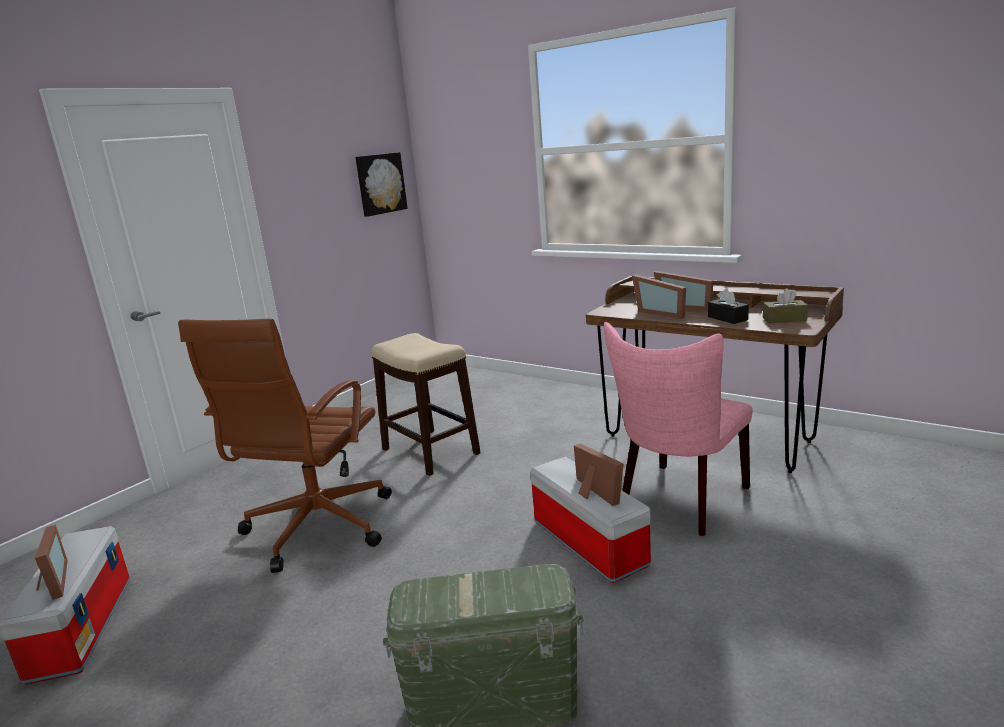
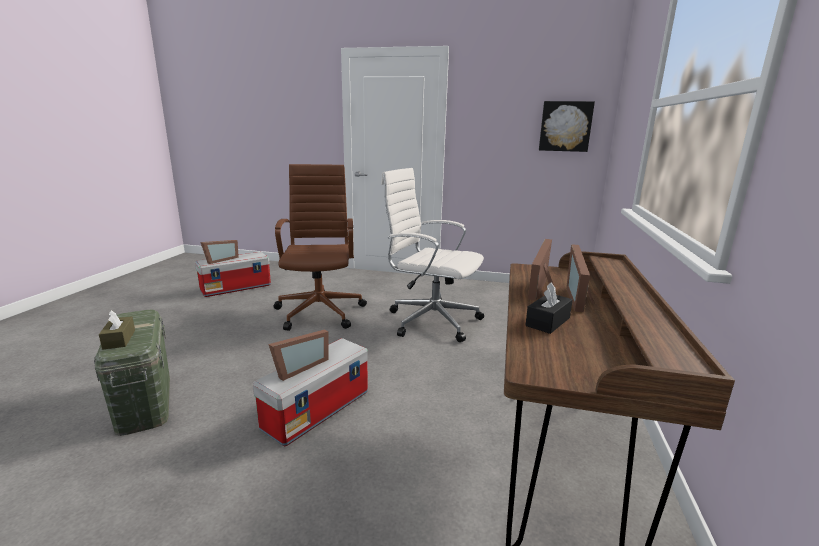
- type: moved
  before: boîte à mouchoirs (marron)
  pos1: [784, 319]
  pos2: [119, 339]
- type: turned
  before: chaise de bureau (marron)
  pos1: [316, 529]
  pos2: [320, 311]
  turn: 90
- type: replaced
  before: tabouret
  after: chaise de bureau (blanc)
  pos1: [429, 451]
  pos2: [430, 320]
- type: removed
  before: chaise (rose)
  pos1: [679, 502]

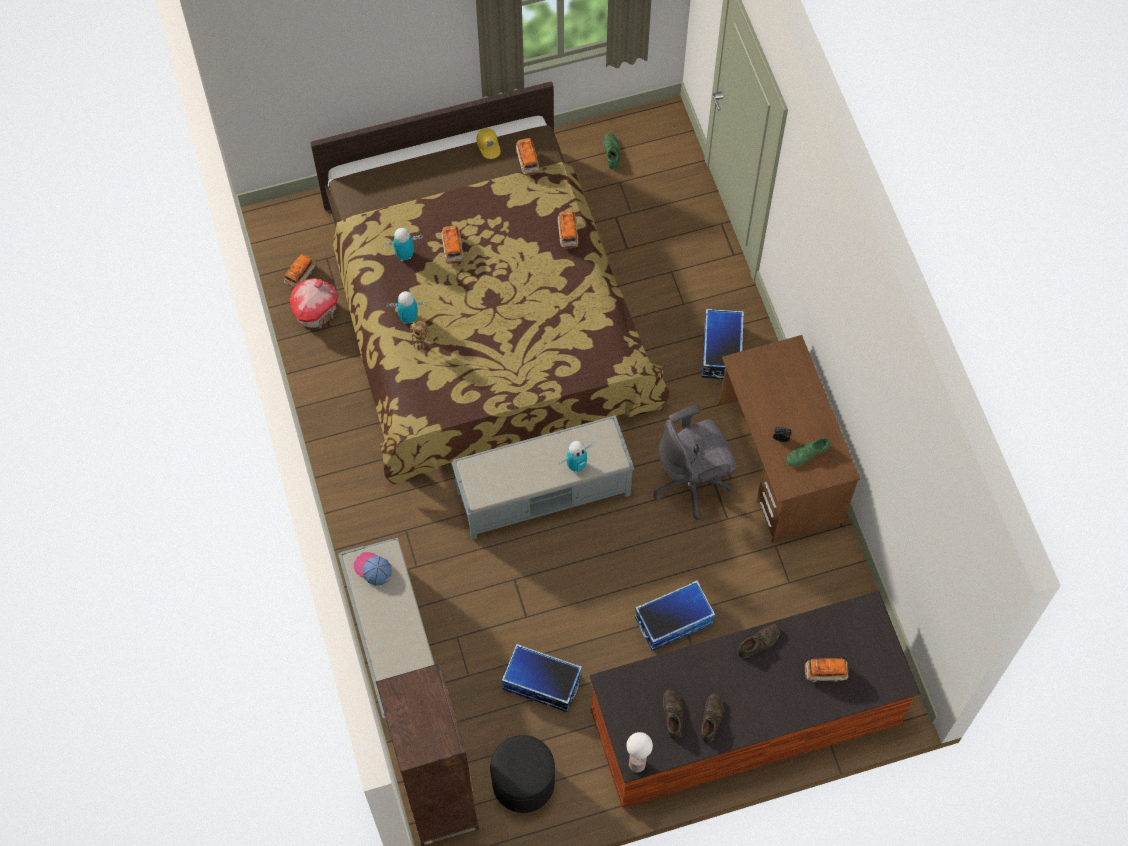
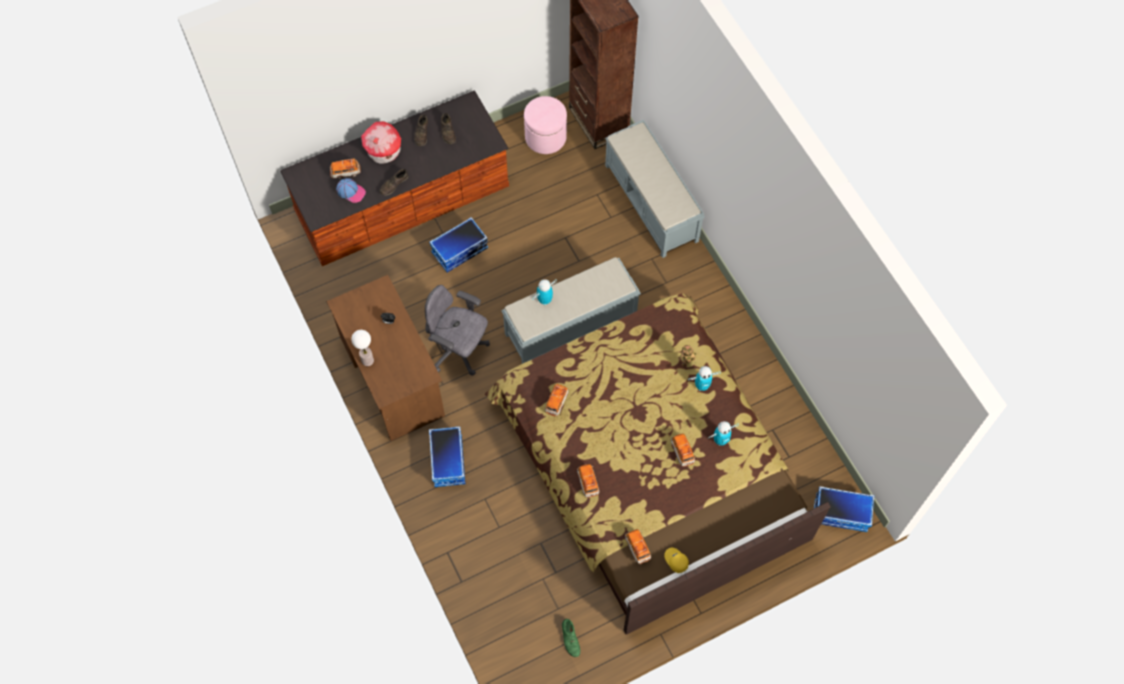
- type: moved
  before: casquette
  pos1: [372, 569]
  pos2: [351, 192]
- type: moved
  before: lampe de table
  pos1: [637, 764]
  pos2: [367, 360]
- type: moved
  before: maison miniature
  pos1: [316, 312]
  pos2: [384, 151]
- type: turned
  before: chaise de bureau (gris)
  pos1: [692, 482]
  pos2: [459, 350]
  turn: -120
- type: recoloured
  before: pouf (noir)
  after: pouf (rose)
  pos1: [523, 782]
  pos2: [545, 137]
- type: moved
  before: petite voiture
  pos1: [300, 276]
  pos2: [556, 402]
- type: moved
  before: boîte de rangement
  pos1: [541, 684]
  pos2: [841, 512]
- type: removed
  before: chaussure (vert)
  pos1: [807, 454]

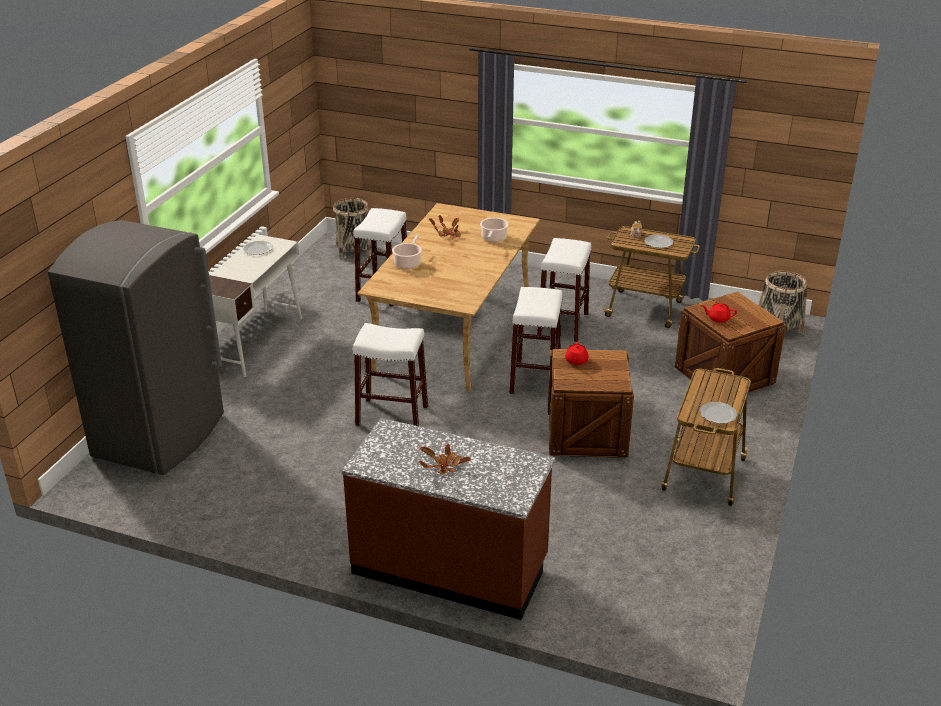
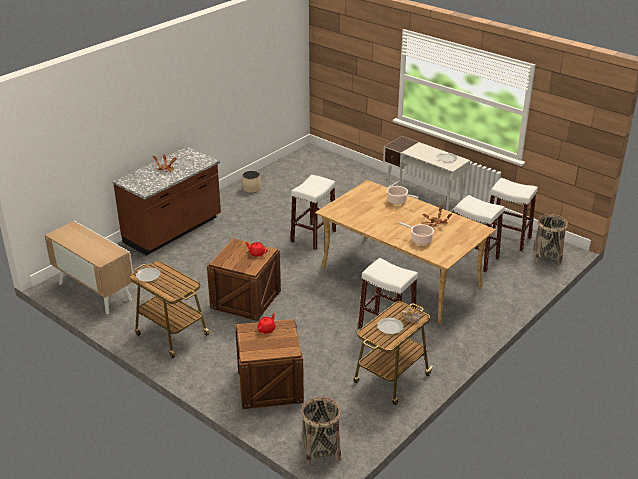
- type: added
  after: meuble de rangement
  pos2: [94, 291]
- type: added
  after: cache-pot (beige)
  pos2: [251, 189]
- type: moved
  before: tabouret (blanc)
  pos1: [535, 379]
  pos2: [507, 239]
- type: removed
  before: réfrigérateur (gris)
  pos1: [161, 436]

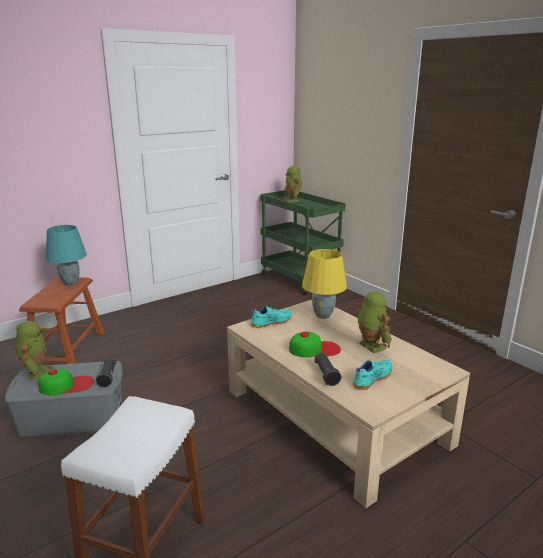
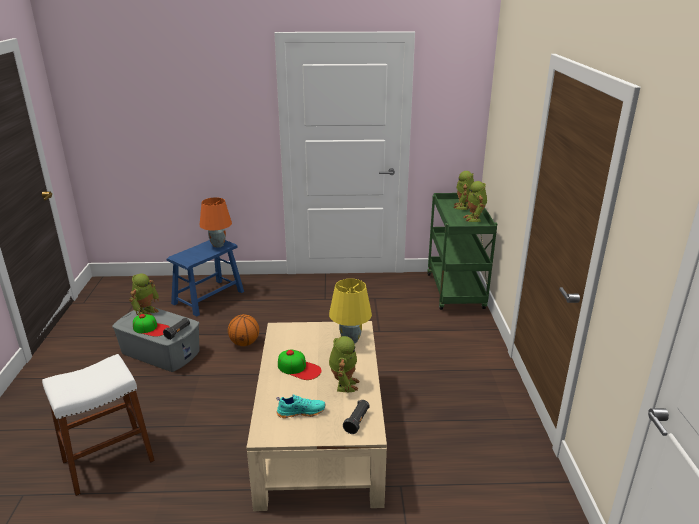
- type: recoloured
  before: tabouret (marron)
  after: tabouret (bleu)
  pos1: [67, 350]
  pos2: [208, 297]
- type: recoloured
  before: lampe de table (turquoise)
  after: lampe de table (orange)
  pos1: [70, 283]
  pos2: [217, 245]
- type: added
  after: ballon de basket
  pos2: [244, 343]
- type: moved
  before: lampe de poche (noir)
  pos1: [326, 375]
  pos2: [357, 421]
- type: added
  after: robot jouet
  pos2: [474, 218]
- type: removed
  before: chaussure (turquoise)
  pos1: [270, 322]

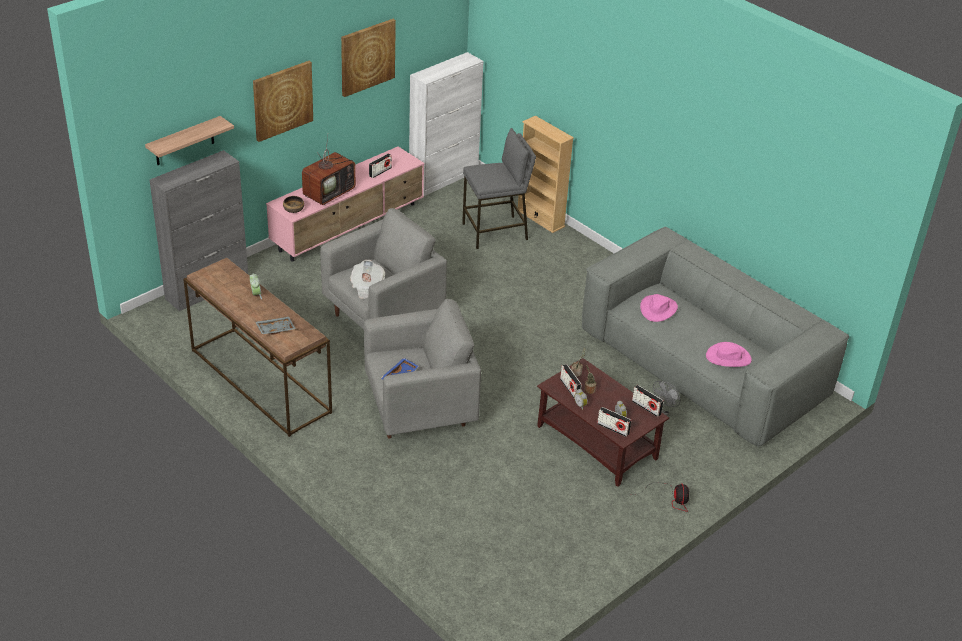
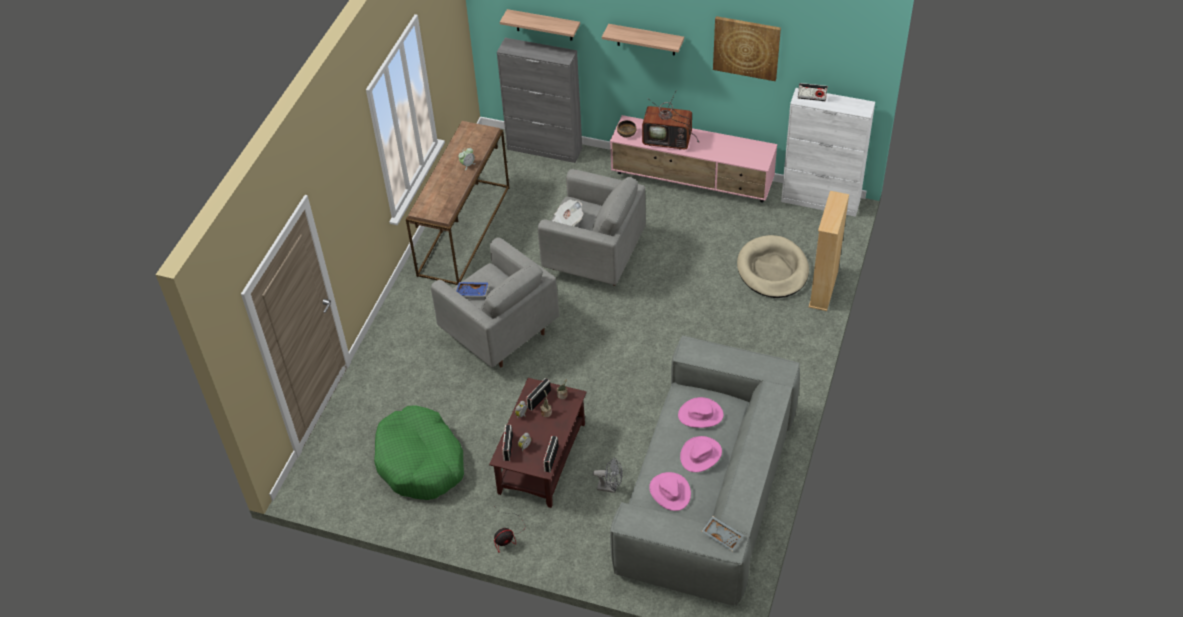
- type: added
  after: panier pour chien (vert)
  pos2: [420, 462]
- type: replaced
  before: tableau
  after: étagère
  pos1: [282, 100]
  pos2: [646, 40]
- type: added
  after: chapeau (rose)
  pos2: [700, 455]
- type: moved
  before: plateau (gris)
  pos1: [275, 329]
  pos2: [722, 535]
- type: replaced
  before: tabouret (gris)
  after: panier pour chien (beige)
  pos1: [495, 232]
  pos2: [772, 270]
- type: moved
  before: radio
  pos1: [380, 172]
  pos2: [811, 98]

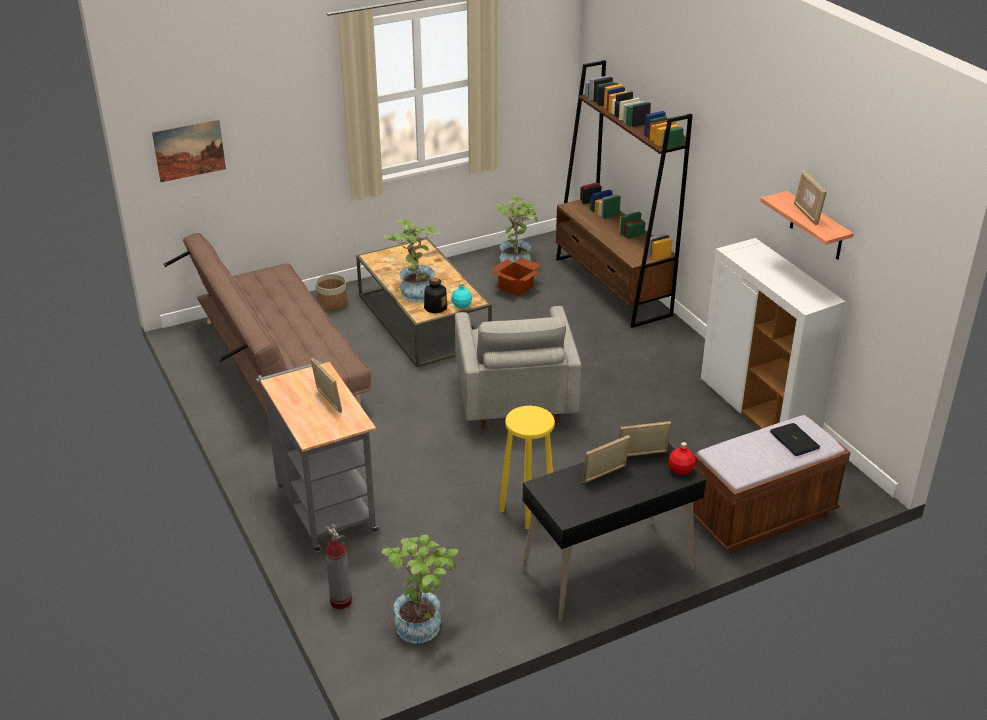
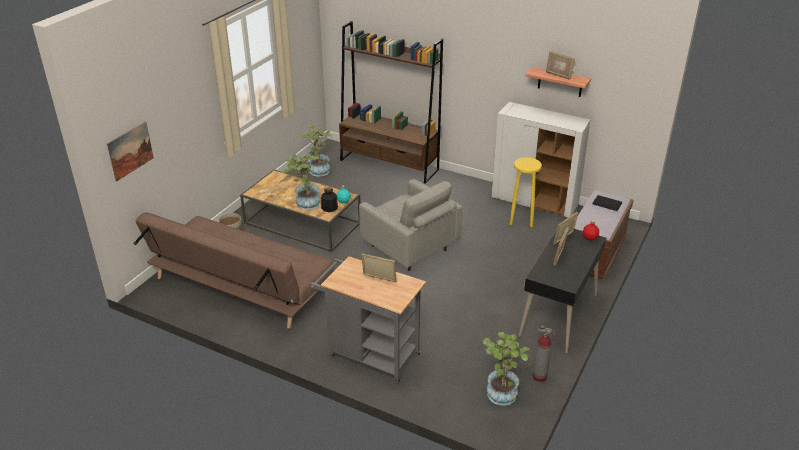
- type: moved
  before: tabouret (jaune)
  pos1: [527, 510]
  pos2: [521, 219]
- type: moved
  before: extincteur
  pos1: [340, 601]
  pos2: [539, 377]
- type: removed
  before: carton
  pos1: [516, 287]

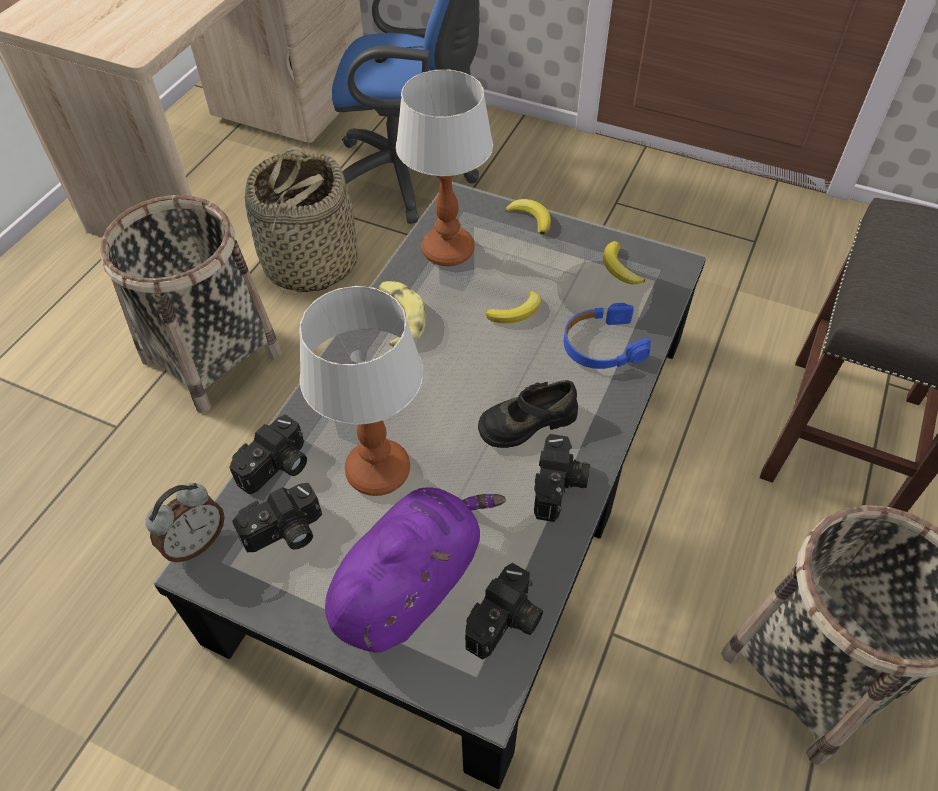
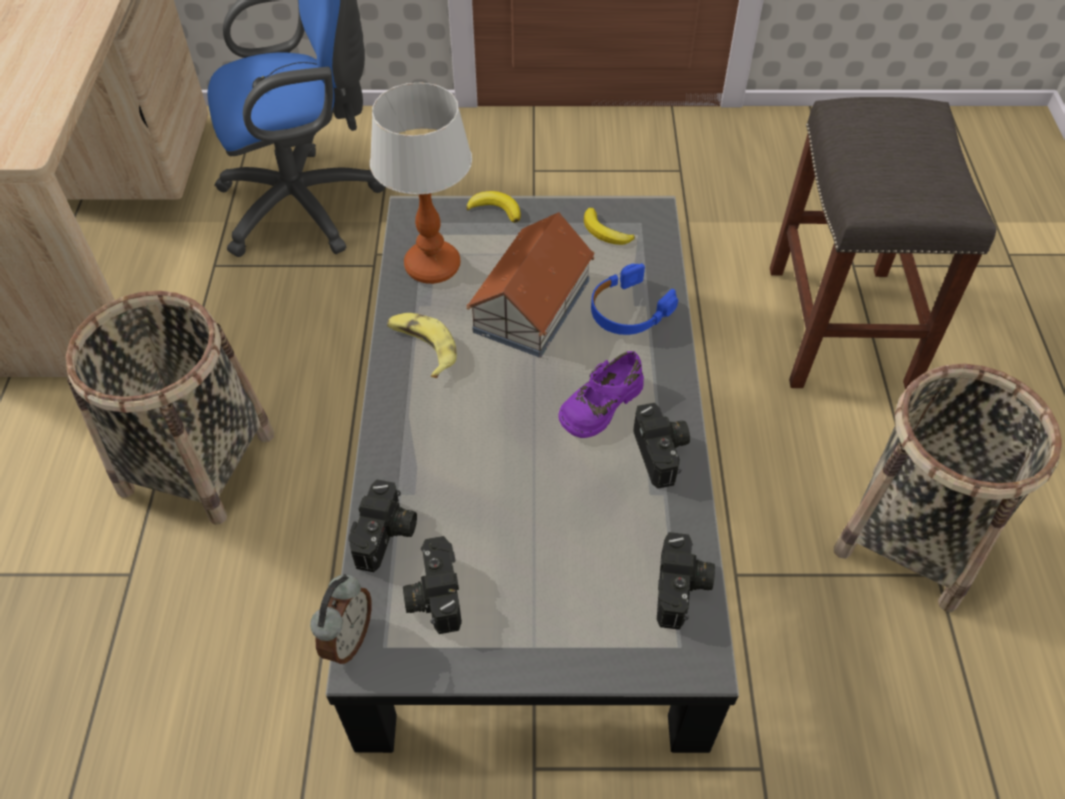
- type: turned
  before: appareil photo
  pos1: [285, 533]
  pos2: [432, 594]
  turn: 135
- type: replaced
  before: banane
  after: maison miniature
  pos1: [516, 312]
  pos2: [533, 305]
- type: recoloured
  before: chaussure (noir)
  after: chaussure (violet)
  pos1: [527, 421]
  pos2: [600, 404]
- type: removed
  before: panier
  pos1: [309, 264]
- type: removed
  before: lampe de table
  pos1: [377, 471]
- type: removed
  before: peluche (violet)
  pos1: [411, 583]

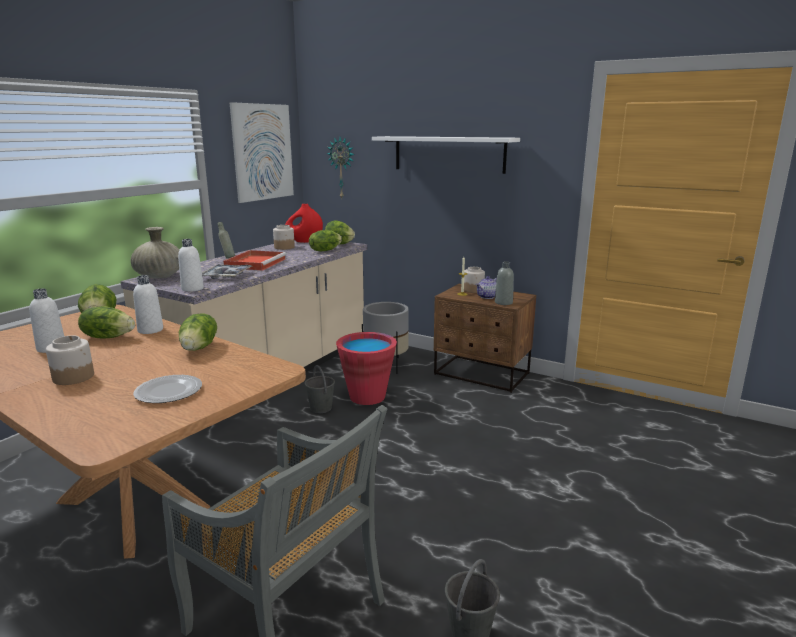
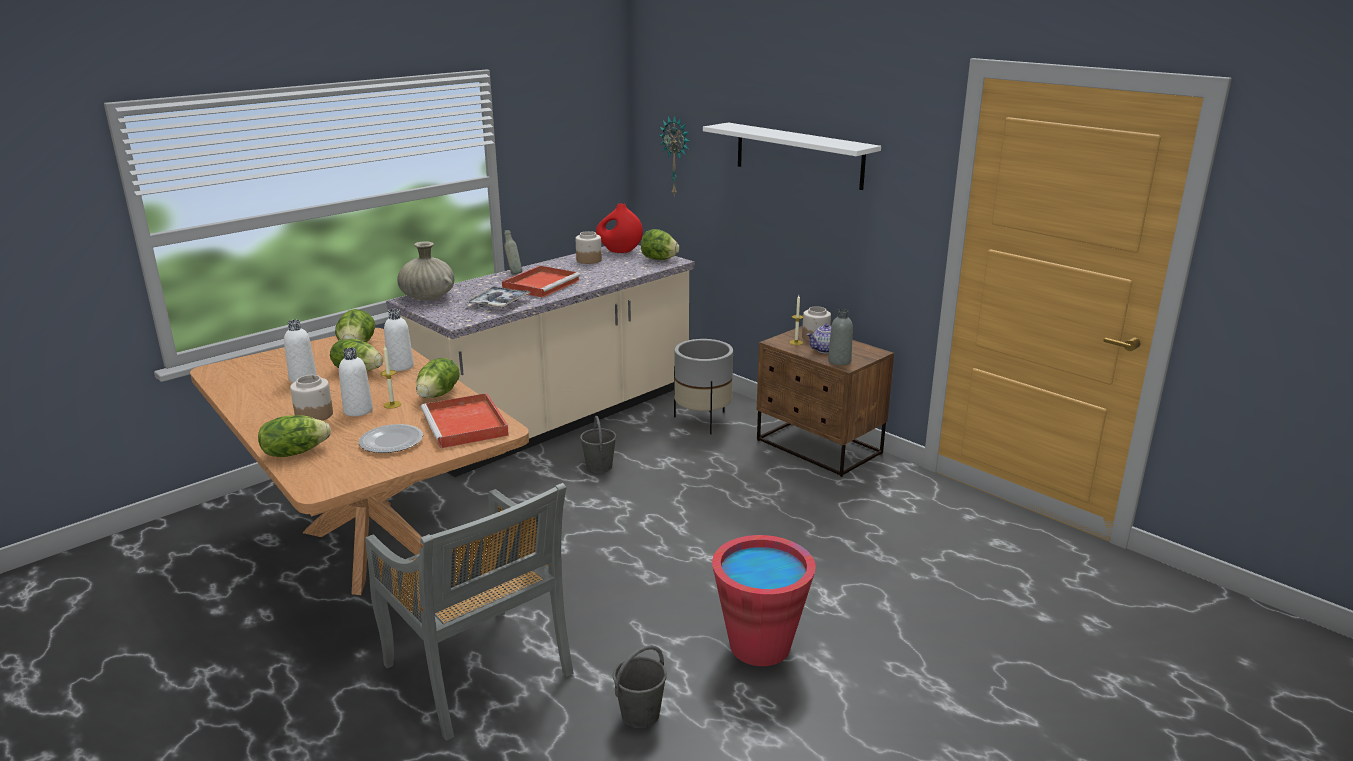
- type: moved
  before: laitue
  pos1: [325, 250]
  pos2: [295, 452]
- type: moved
  before: bouteille (blanc)
  pos1: [192, 289]
  pos2: [358, 411]
- type: added
  after: bougie
  pos2: [392, 404]
- type: added
  after: plateau (rouge)
  pos2: [466, 425]
- type: moved
  before: seau (rouge)
  pos1: [367, 396]
  pos2: [760, 646]
- type: removed
  before: tableau
  pos1: [263, 152]

